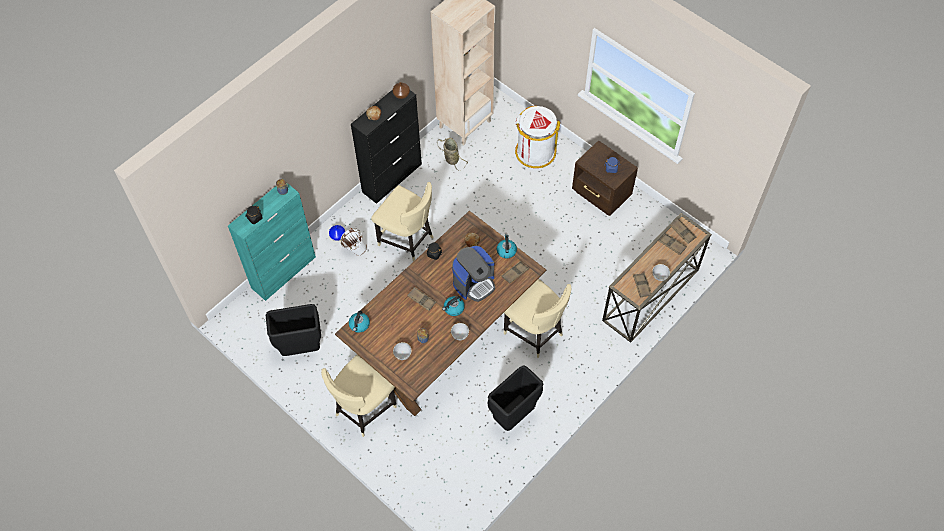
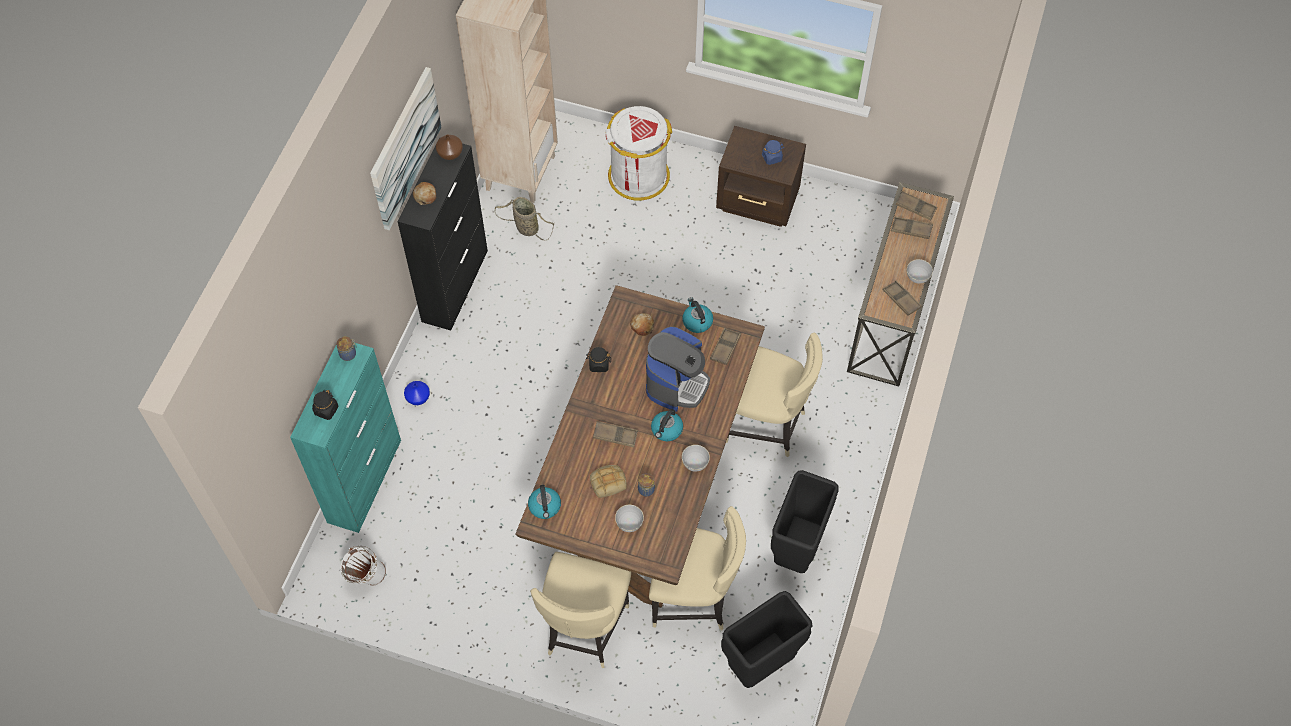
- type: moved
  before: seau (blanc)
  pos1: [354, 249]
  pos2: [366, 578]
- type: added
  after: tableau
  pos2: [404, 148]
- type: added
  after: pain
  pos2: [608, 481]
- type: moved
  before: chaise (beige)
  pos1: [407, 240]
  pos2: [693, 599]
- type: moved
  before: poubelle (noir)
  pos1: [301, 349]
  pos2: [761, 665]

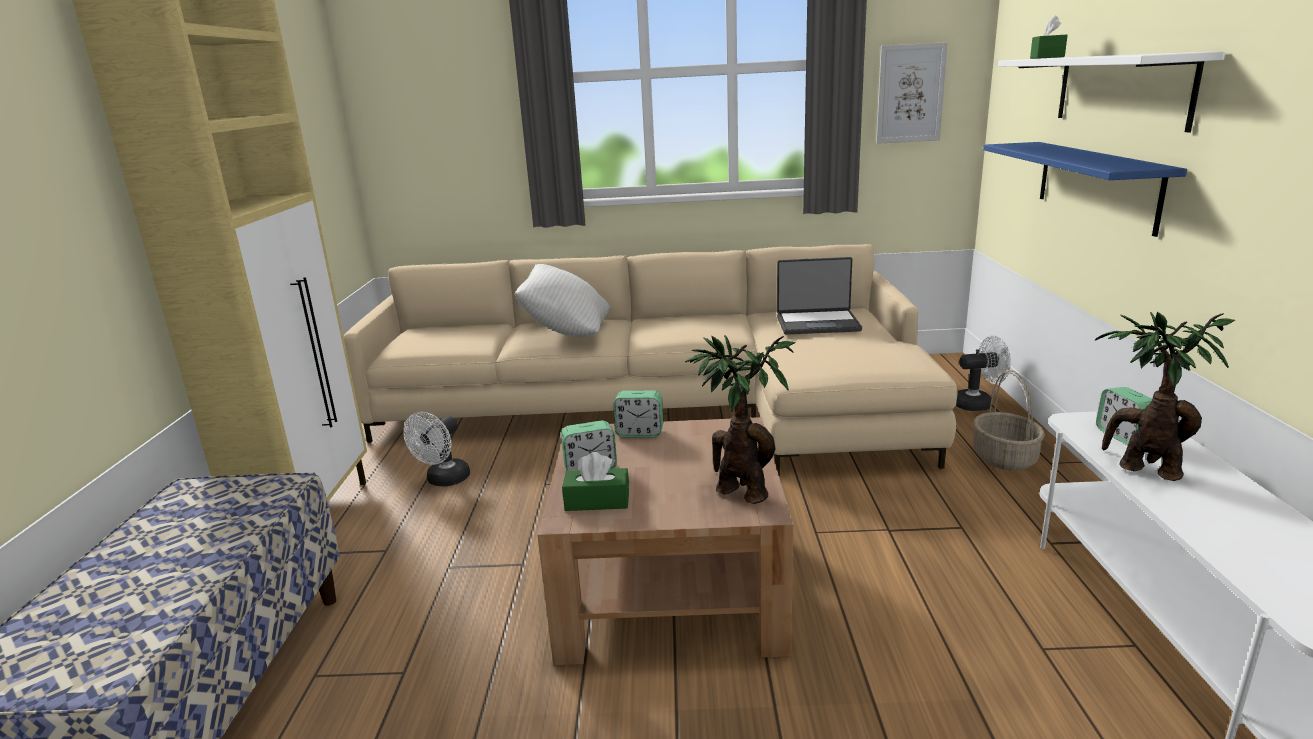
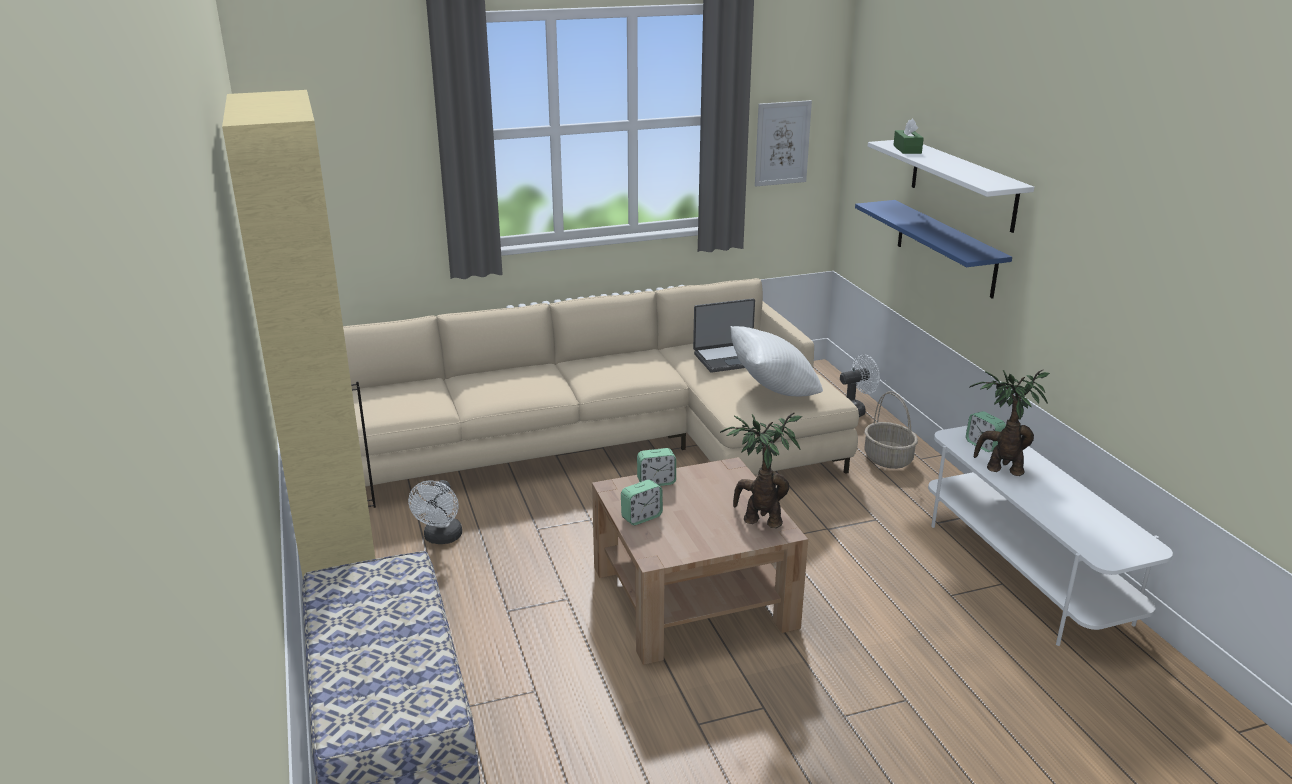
- type: moved
  before: coussin (blanc)
  pos1: [566, 332]
  pos2: [773, 390]
- type: removed
  before: boîte à mouchoirs (vert)
  pos1: [597, 501]

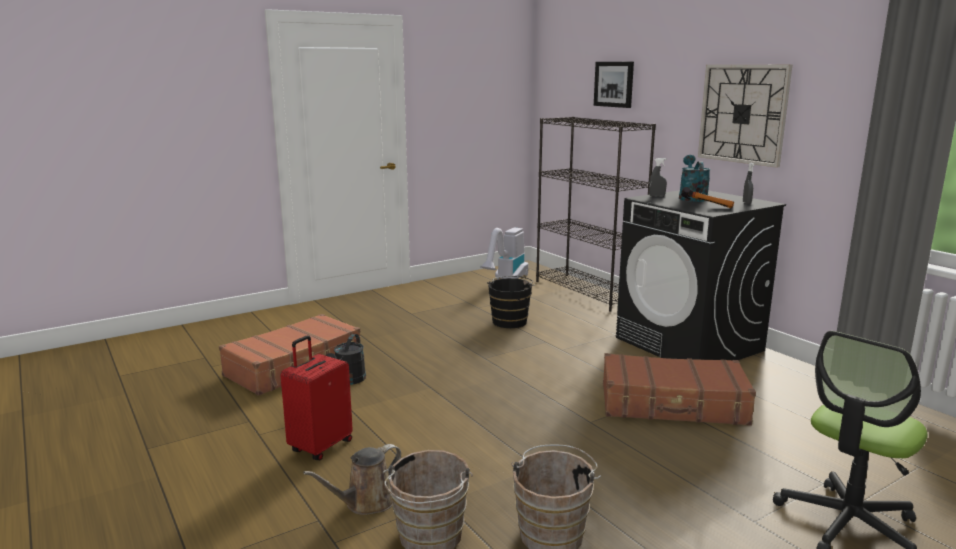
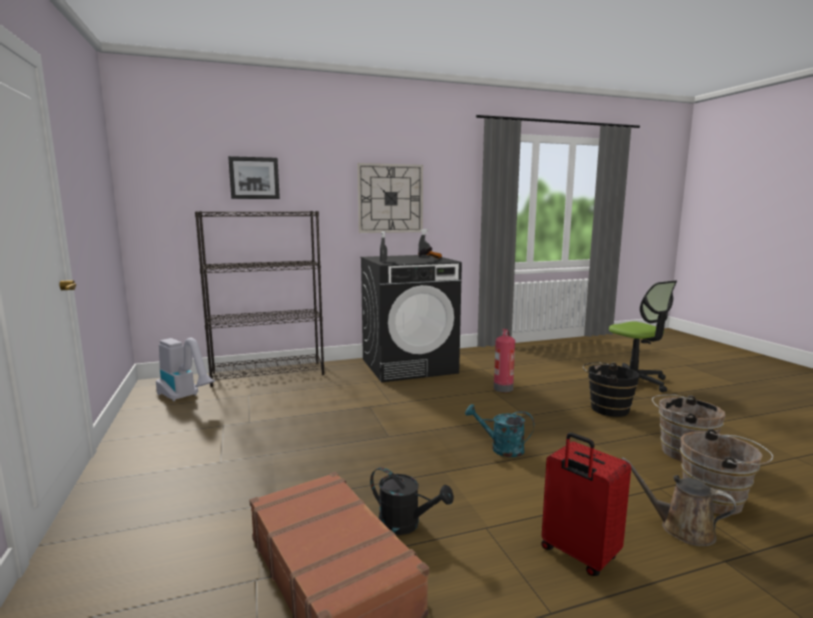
- type: moved
  before: arrosoir (turquoise)
  pos1: [691, 197]
  pos2: [501, 448]
- type: replaced
  before: valise (marron)
  after: extincteur
  pos1: [673, 405]
  pos2: [503, 388]
- type: moved
  before: seau (noir)
  pos1: [510, 321]
  pos2: [606, 408]
- type: turned
  before: arrosoir (marron)
  pos1: [366, 503]
  pos2: [681, 529]
  turn: 150

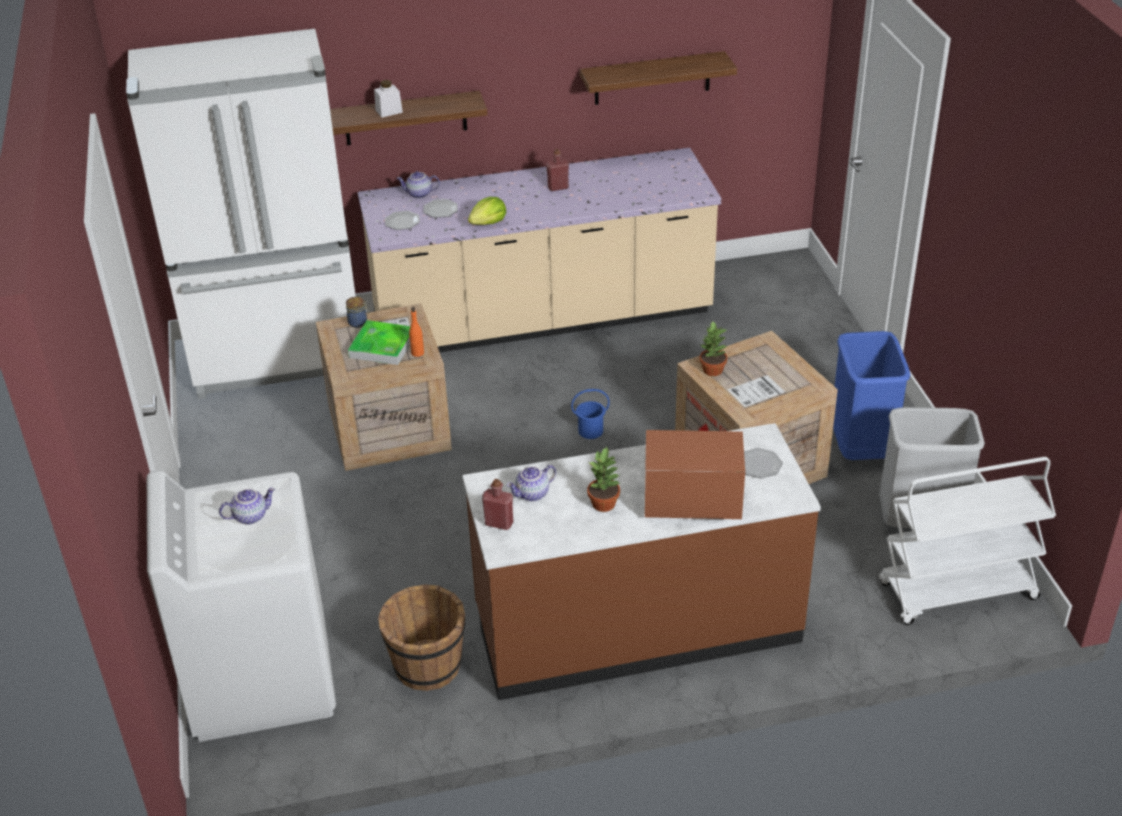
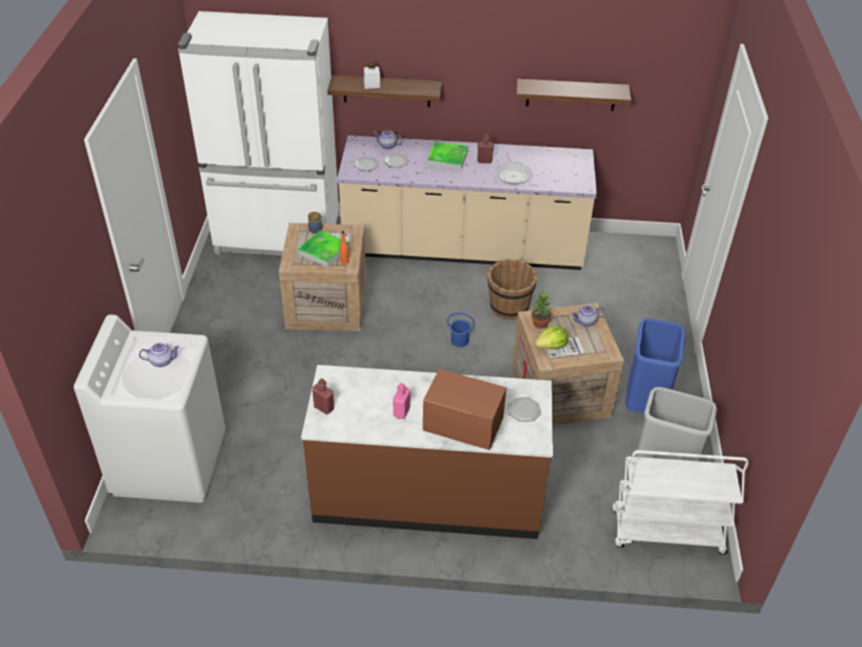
- type: replaced
  before: plante en pot
  after: bouteille (rose)
  pos1: [604, 504]
  pos2: [401, 412]
- type: added
  after: plateau
  pos2: [447, 158]
- type: moved
  before: seau (marron)
  pos1: [427, 667]
  pos2: [509, 307]
- type: added
  after: poêle
  pos2: [513, 175]
- type: moved
  before: laitue
  pos1: [488, 223]
  pos2: [551, 346]
- type: moved
  before: théière
  pos1: [532, 494]
  pos2: [585, 322]

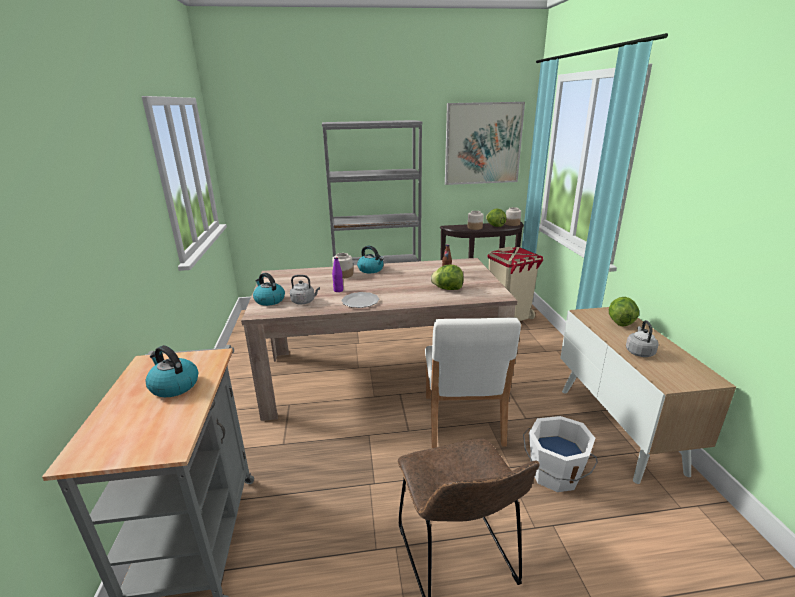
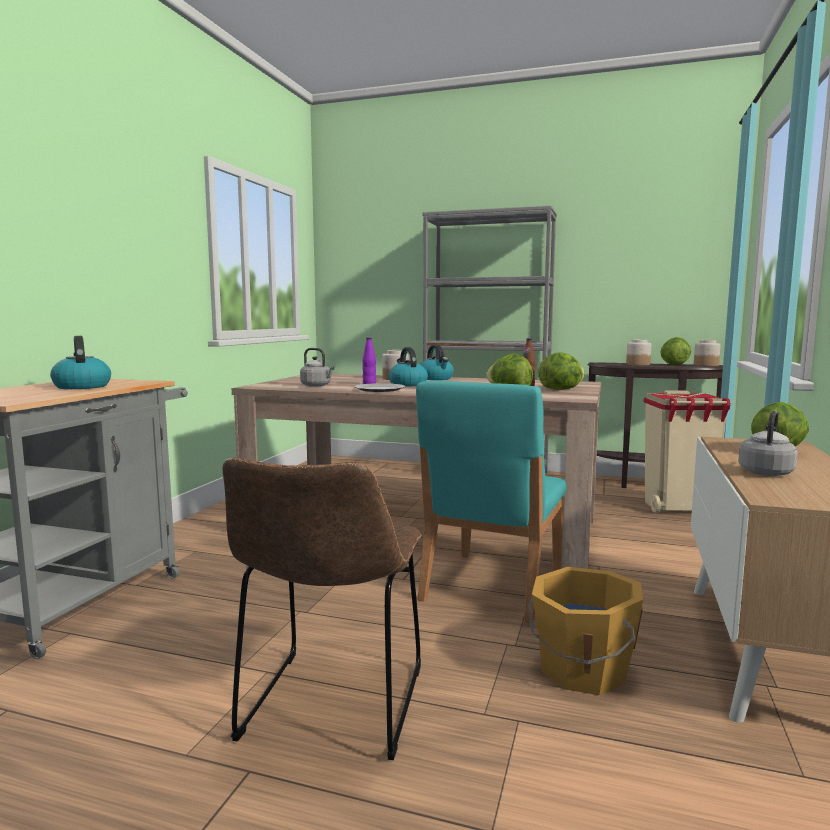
- type: moved
  before: bouilloire
  pos1: [269, 300]
  pos2: [407, 384]
- type: recoloured
  before: chaise (blanc)
  after: chaise (turquoise)
  pos1: [462, 420]
  pos2: [491, 586]
- type: recoloured
  before: seau (blanc)
  after: seau (orange)
  pos1: [554, 474]
  pos2: [581, 670]
- type: added
  after: laitue
  pos2: [561, 389]
- type: removed
  before: tableau
  pos1: [483, 144]

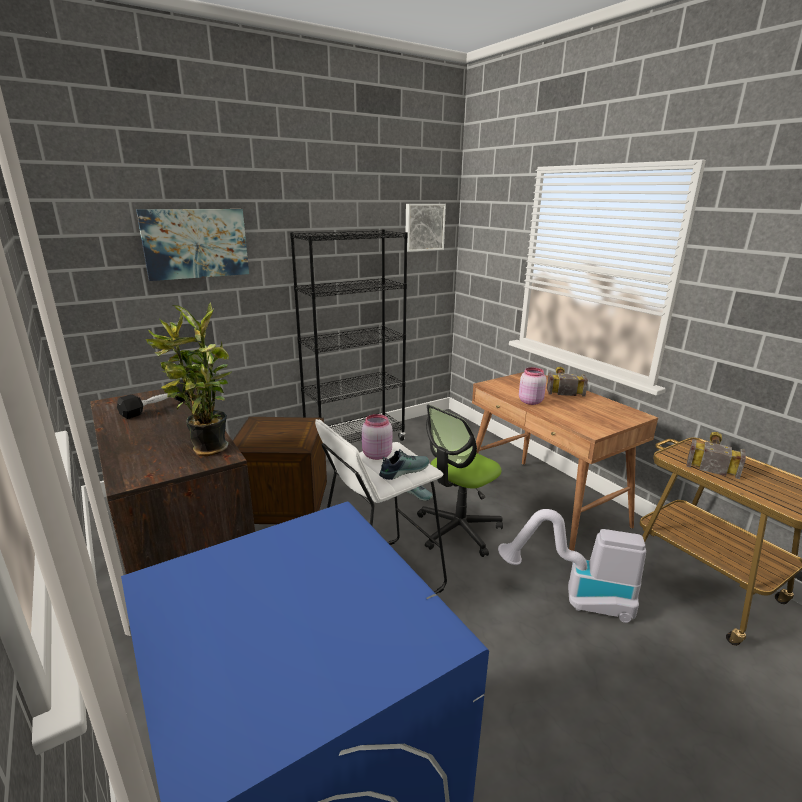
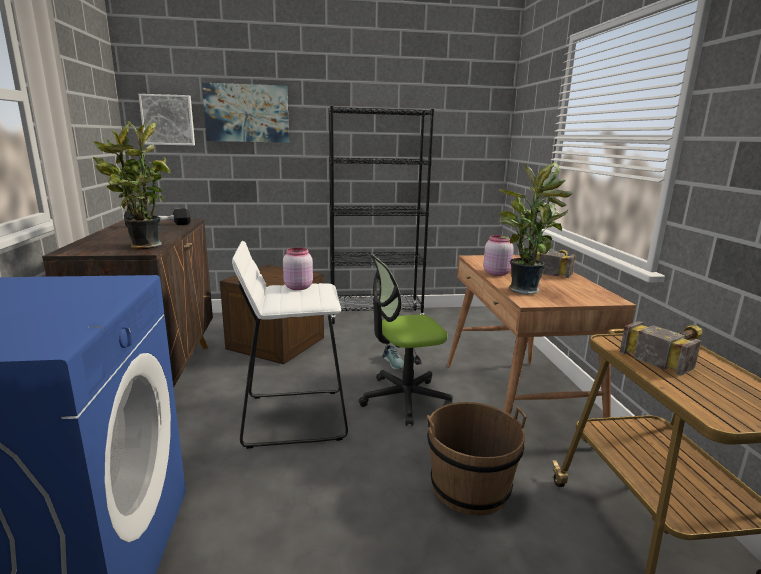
- type: moved
  before: tableau
  pos1: [424, 227]
  pos2: [168, 120]
- type: replaced
  before: aspirateur
  after: seau (marron)
  pos1: [574, 598]
  pos2: [470, 488]
- type: added
  after: plante en pot
  pos2: [523, 289]
- type: removed
  before: chaussure
  pos1: [403, 470]

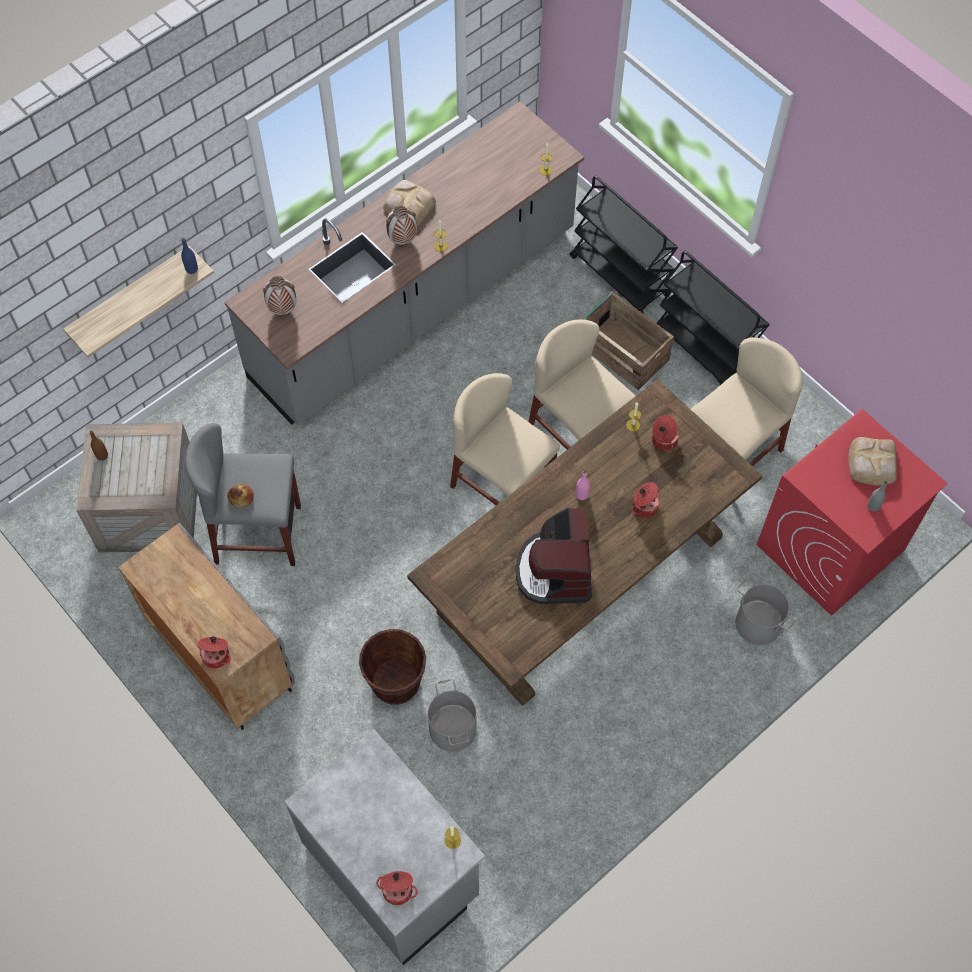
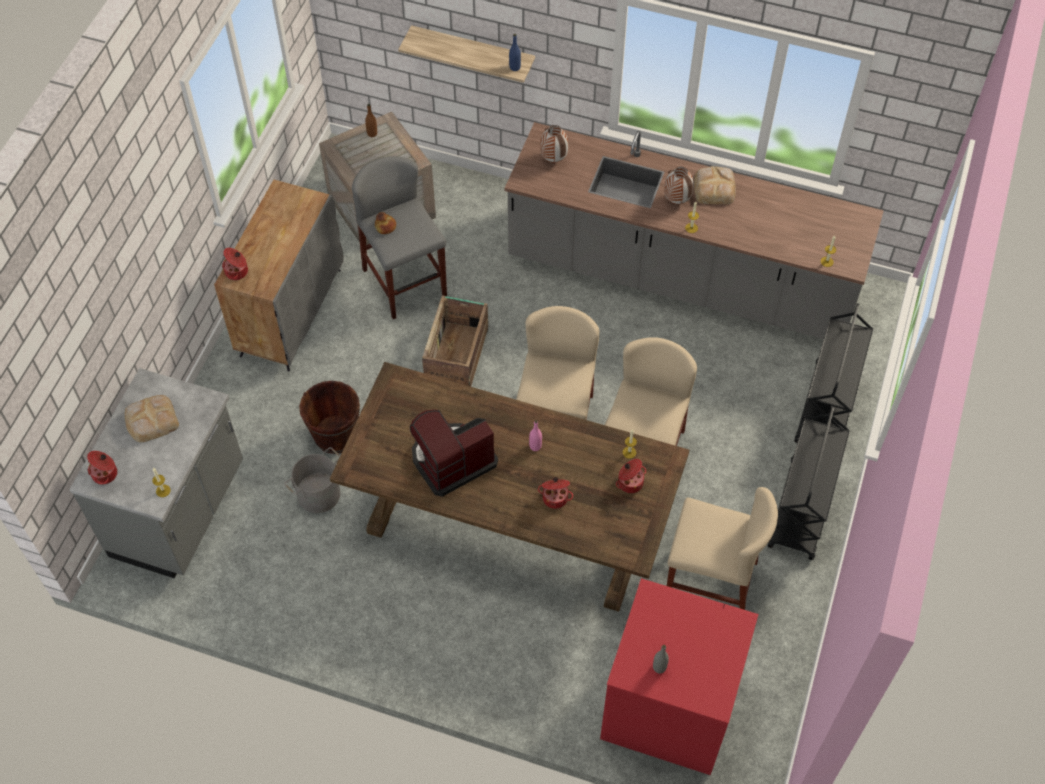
- type: moved
  before: pain
  pos1: [871, 463]
  pos2: [151, 420]
- type: moved
  before: caisse
  pos1: [622, 351]
  pos2: [457, 353]
- type: removed
  before: seau (gris)
  pos1: [757, 624]

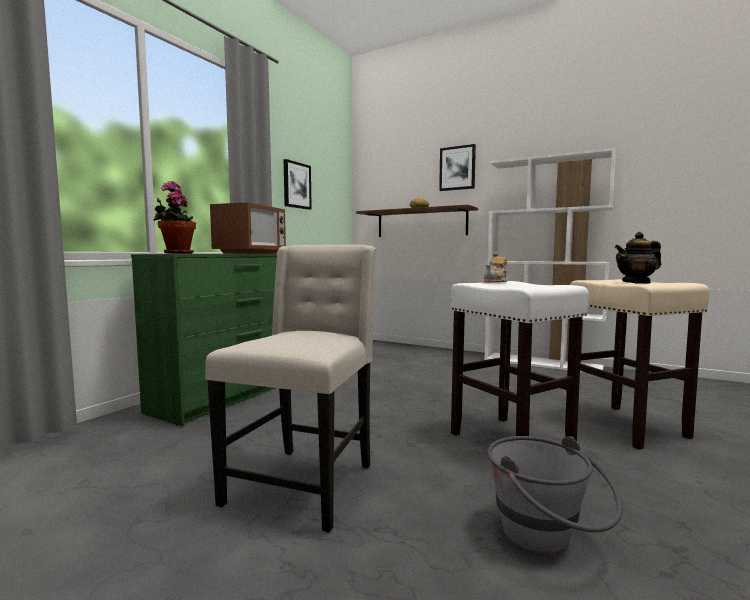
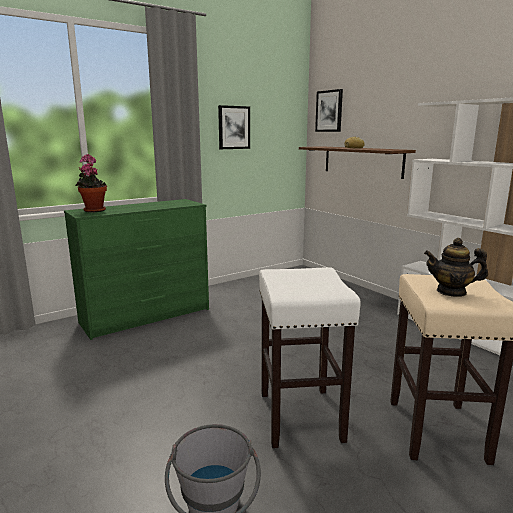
- type: moved
  before: tableau
  pos1: [457, 168]
  pos2: [329, 111]
- type: removed
  before: chaise (beige)
  pos1: [304, 483]
- type: removed
  before: micro-ondes
  pos1: [251, 253]
- type: removed
  before: théière
  pos1: [495, 281]

